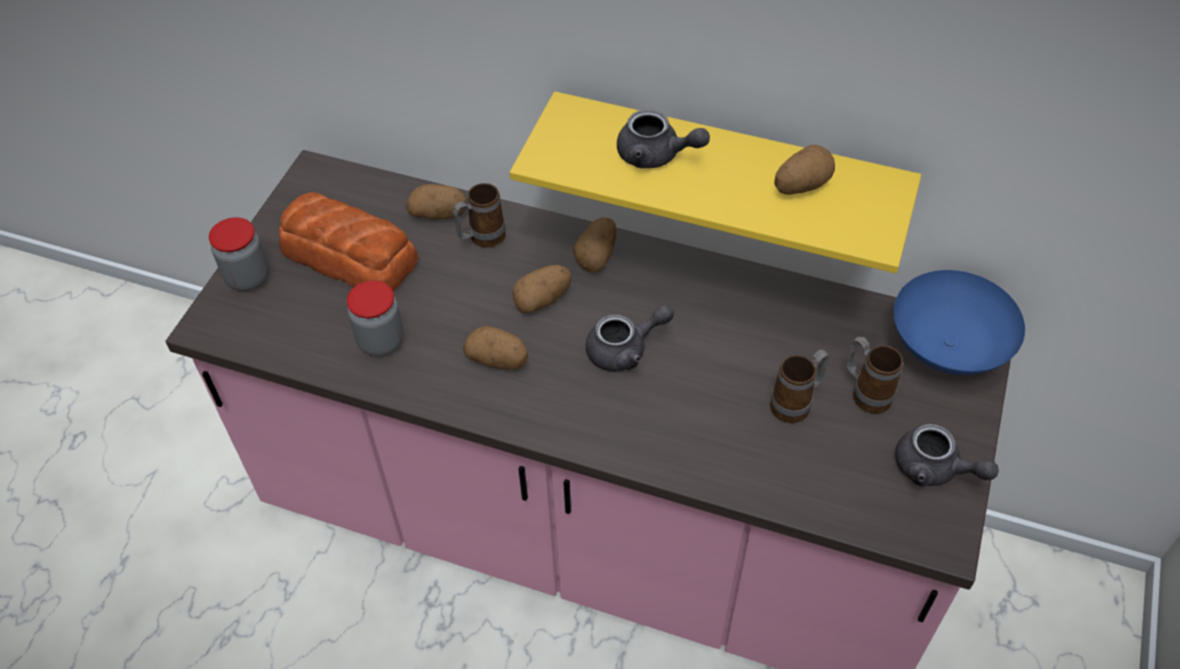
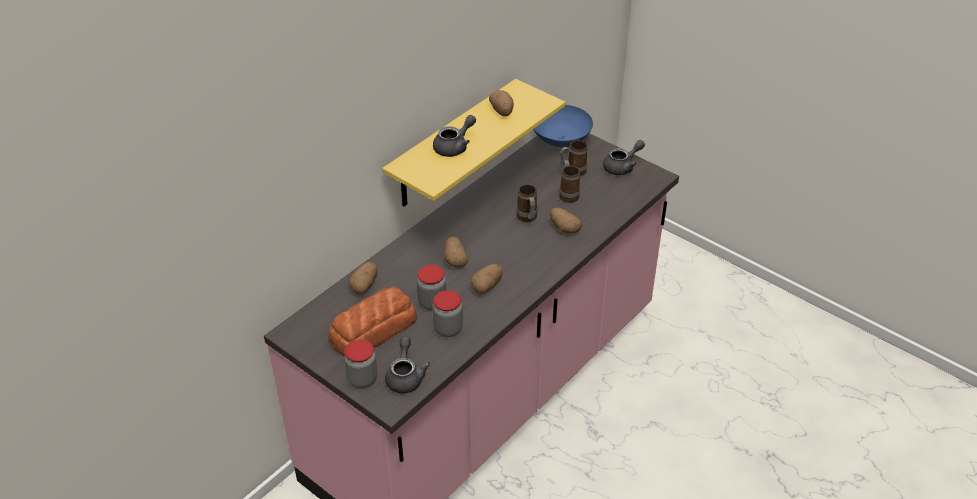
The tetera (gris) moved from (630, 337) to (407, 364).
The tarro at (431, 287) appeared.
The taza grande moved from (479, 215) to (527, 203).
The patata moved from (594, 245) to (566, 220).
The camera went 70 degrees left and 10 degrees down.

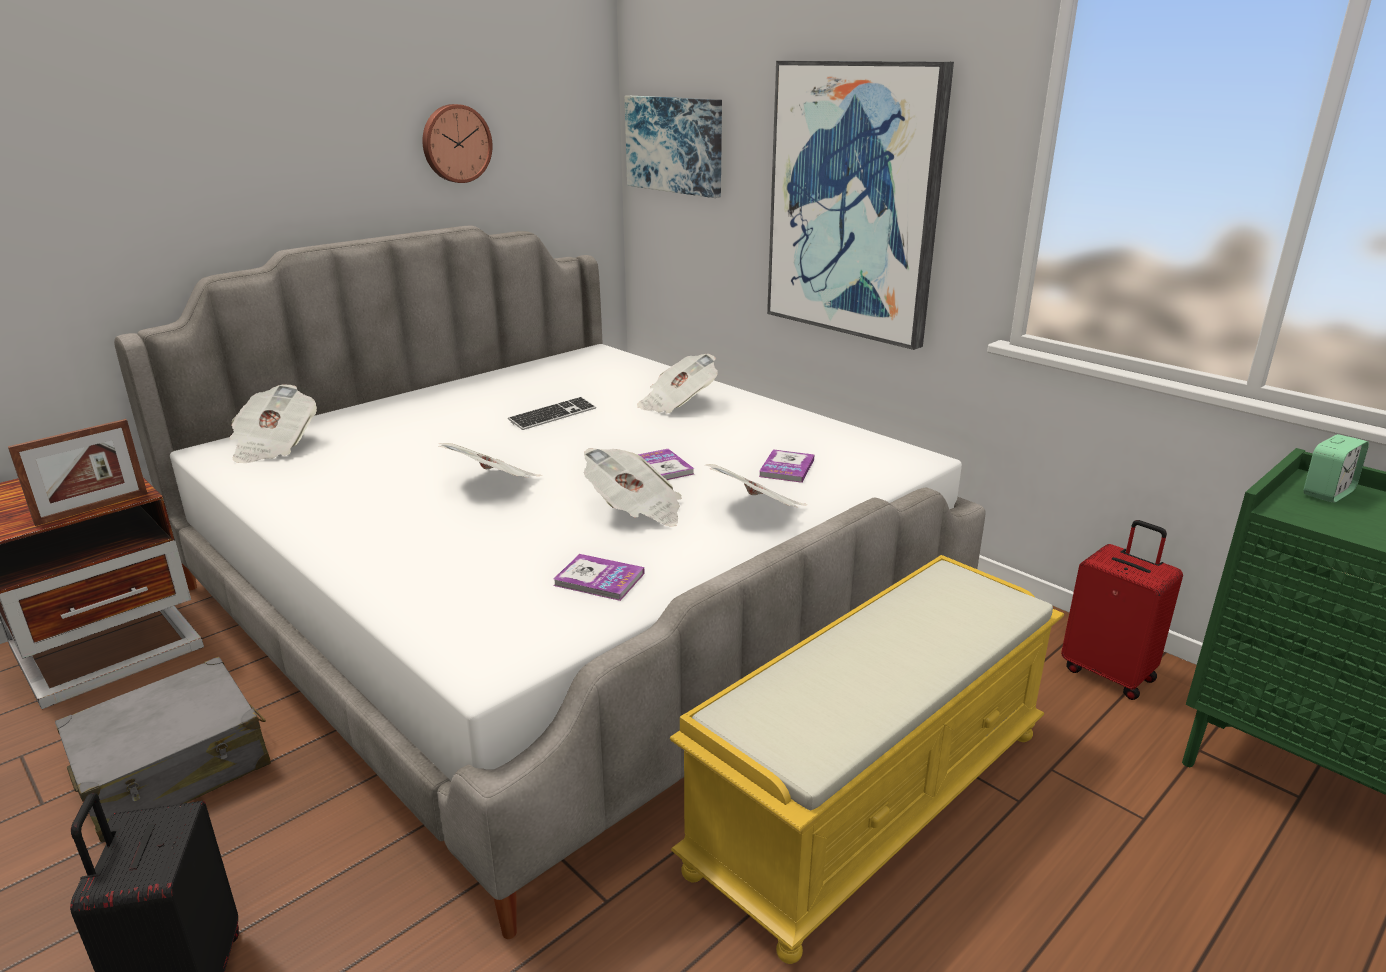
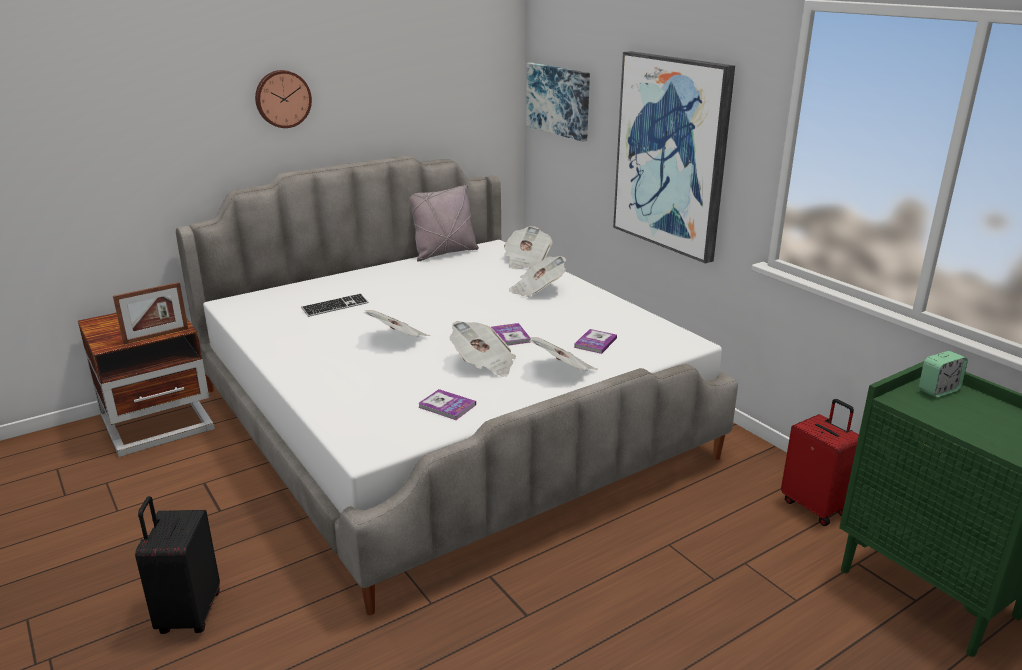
The reloj de pared moved from (457, 143) to (283, 99).
The teclado moved from (552, 413) to (335, 305).
The cojín (morado) at (444, 223) appeared.
The periódico moved from (273, 423) to (528, 247).
The maleta (gris) at (163, 749) disappeared.
The banco (amarillo) at (867, 759) disappeared.
The camera went 10 degrees right and 0 degrees up.

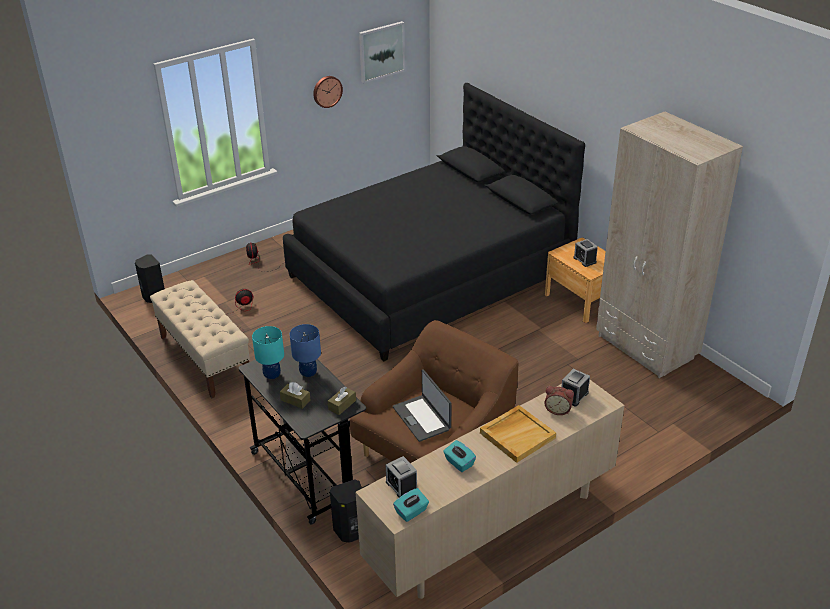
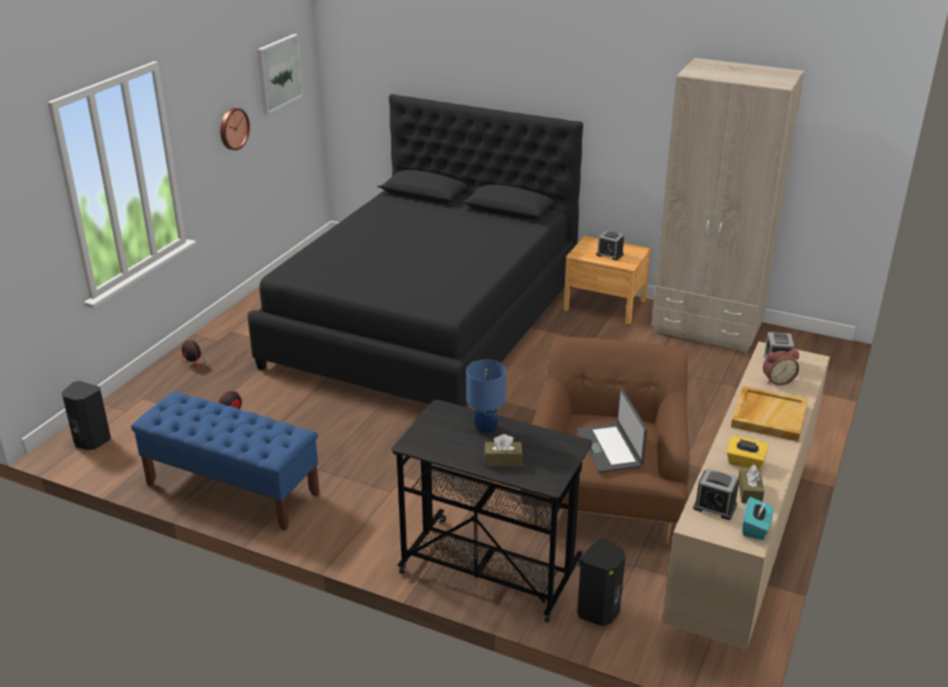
The banco (beis) at (200, 339) became the banco (azul) at (225, 461).
The portátil at (422, 405) turned 45 degrees clockwise.
The caja de pañuelos (turquesa) at (459, 456) became the caja de pañuelos (amarillo) at (747, 452).
The caja de pañuelos (marrón) moved from (342, 401) to (751, 483).
The lámpara de mesa (turquesa) at (268, 352) disappeared.
The camera went 30 degrees left and 5 degrees down.

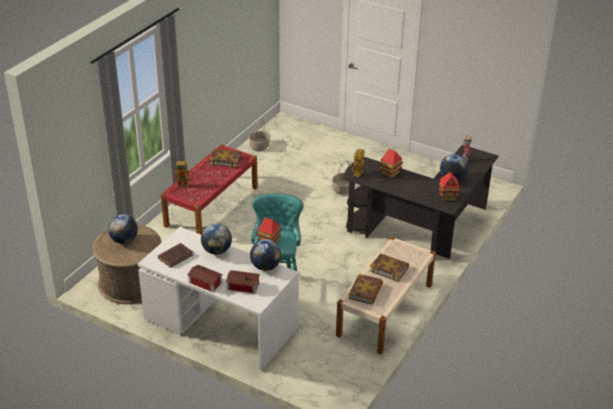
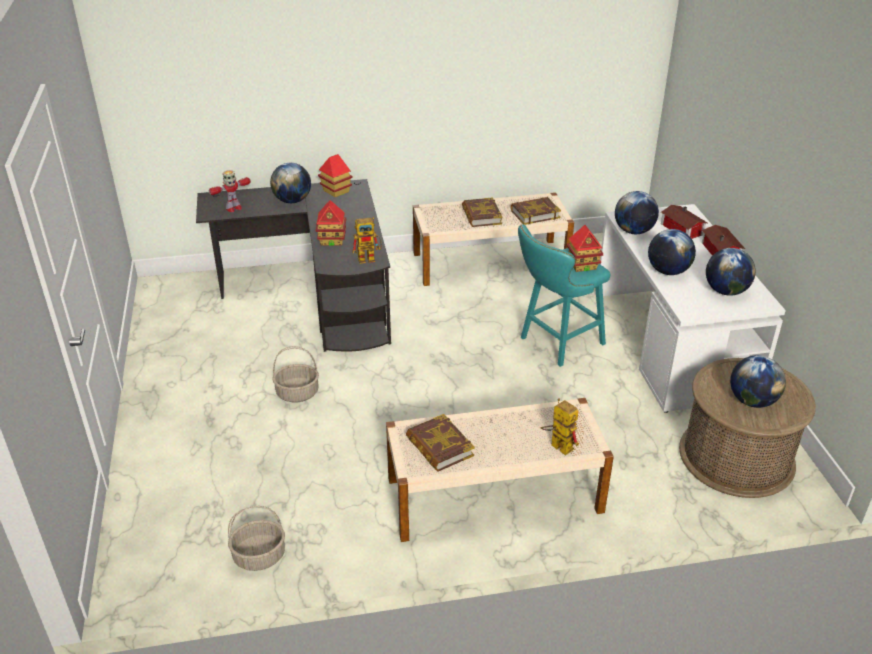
The banco (rojo) at (209, 189) became the banco (beis) at (500, 470).
The libro (marrón) at (175, 255) was replaced by the globo terráqueo at (731, 272).
The camera went 130 degrees left and 0 degrees up.

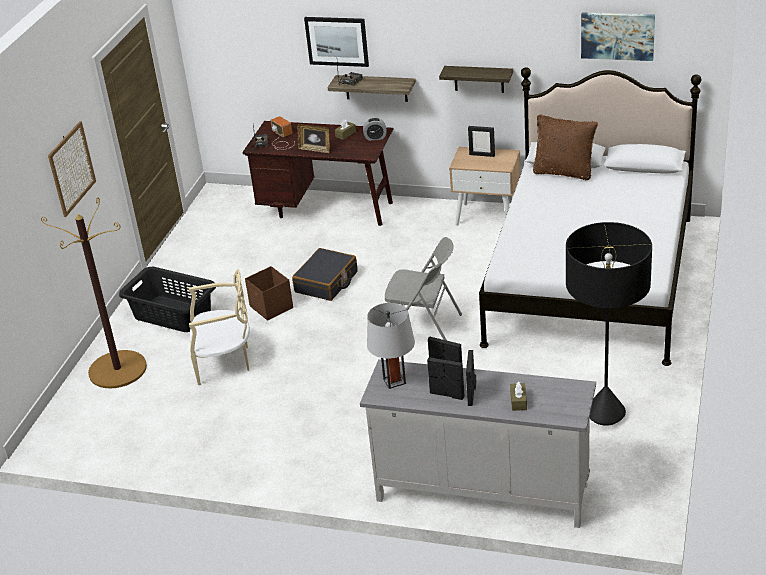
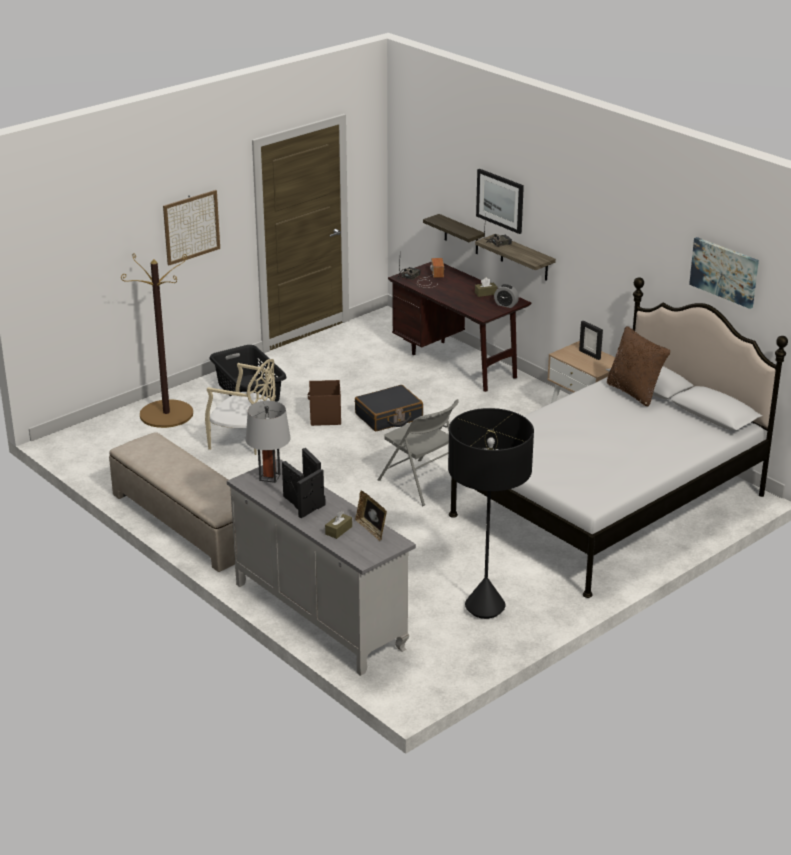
The banco (beis) at (172, 502) appeared.
The portarretratos moved from (313, 138) to (371, 516).
The estante moved from (476, 79) to (454, 234).
The camera went 30 degrees right and 5 degrees down.

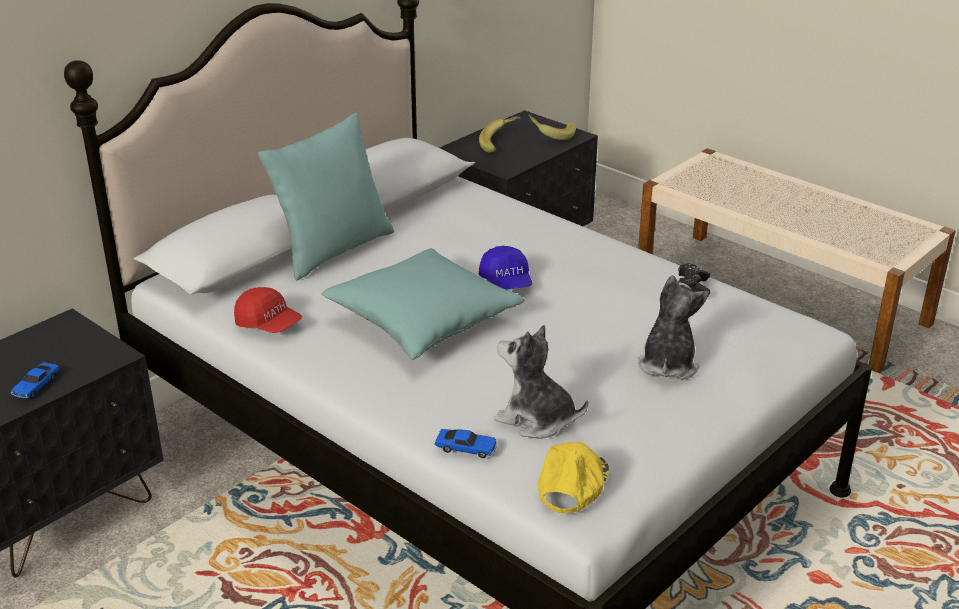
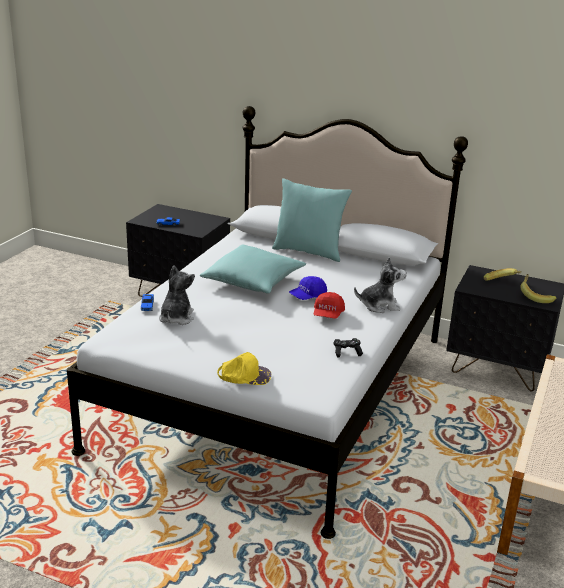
The gorra (amarillo) moved from (573, 477) to (244, 368).
The gorra (rojo) moved from (268, 310) to (329, 305).
The peluche moved from (673, 327) to (380, 285).
The camera went 70 degrees right and 5 degrees down.

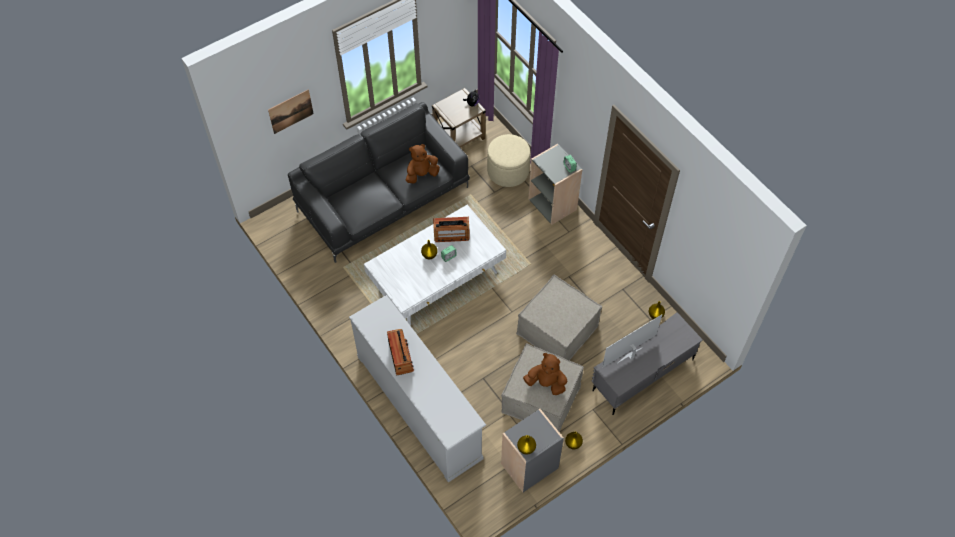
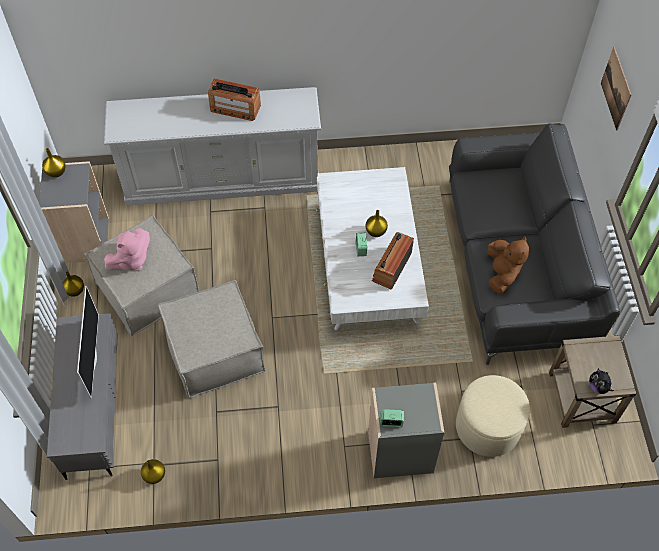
The peluche (marrón) at (545, 374) became the peluche (rosa) at (127, 249).
The camera went 120 degrees right and 0 degrees up.

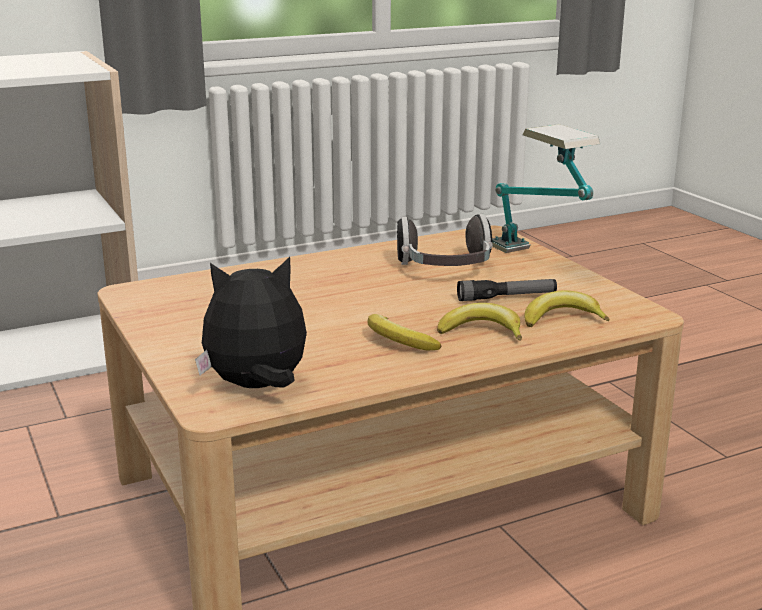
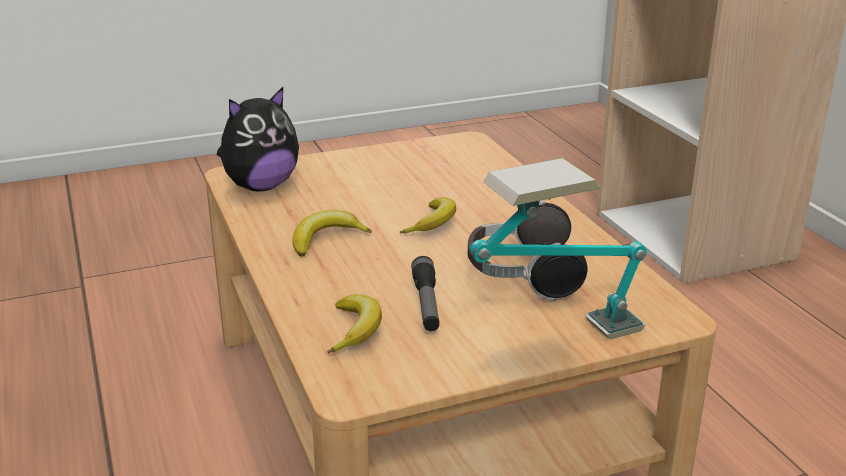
The peluche at (251, 322) turned 60 degrees clockwise.
The plátano moved from (479, 322) to (427, 215).
The camera went 95 degrees right and 5 degrees up.

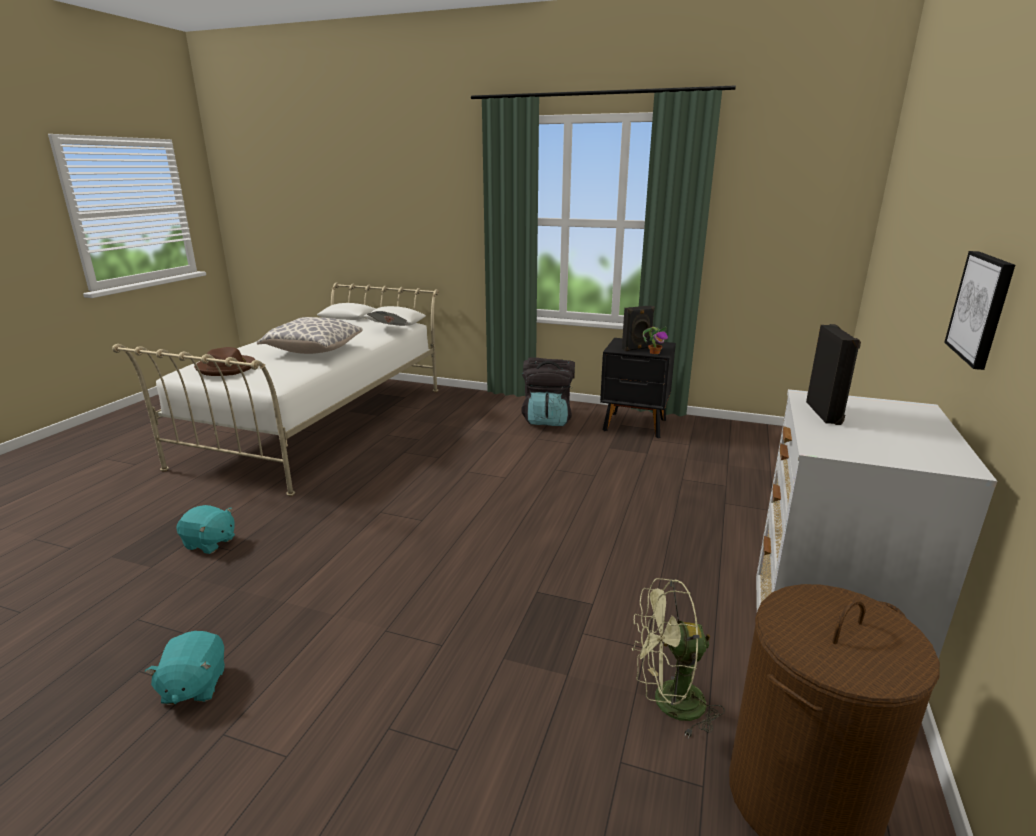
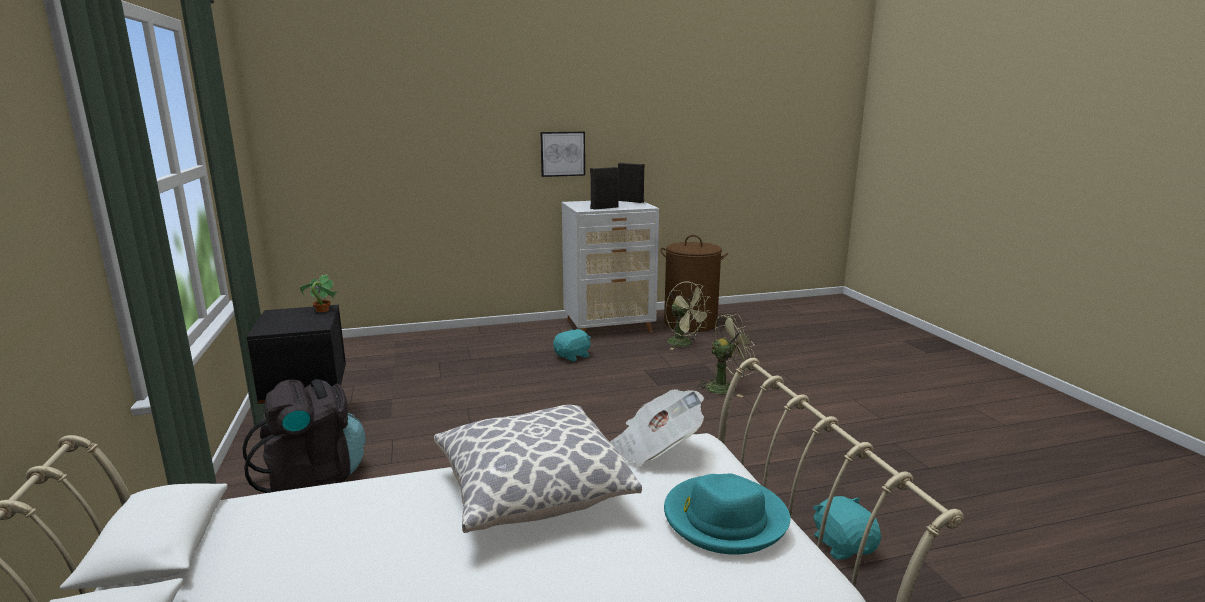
The peluche (turquesa) moved from (185, 668) to (572, 345).
The periódico moved from (387, 318) to (657, 427).
The altavoz (negro) moved from (638, 328) to (631, 183).
The sombrero (marrón) at (224, 361) became the sombrero (turquesa) at (727, 514).
The ventilador (verde) at (726, 355) appeared.
The camera went 125 degrees left and 5 degrees down.

